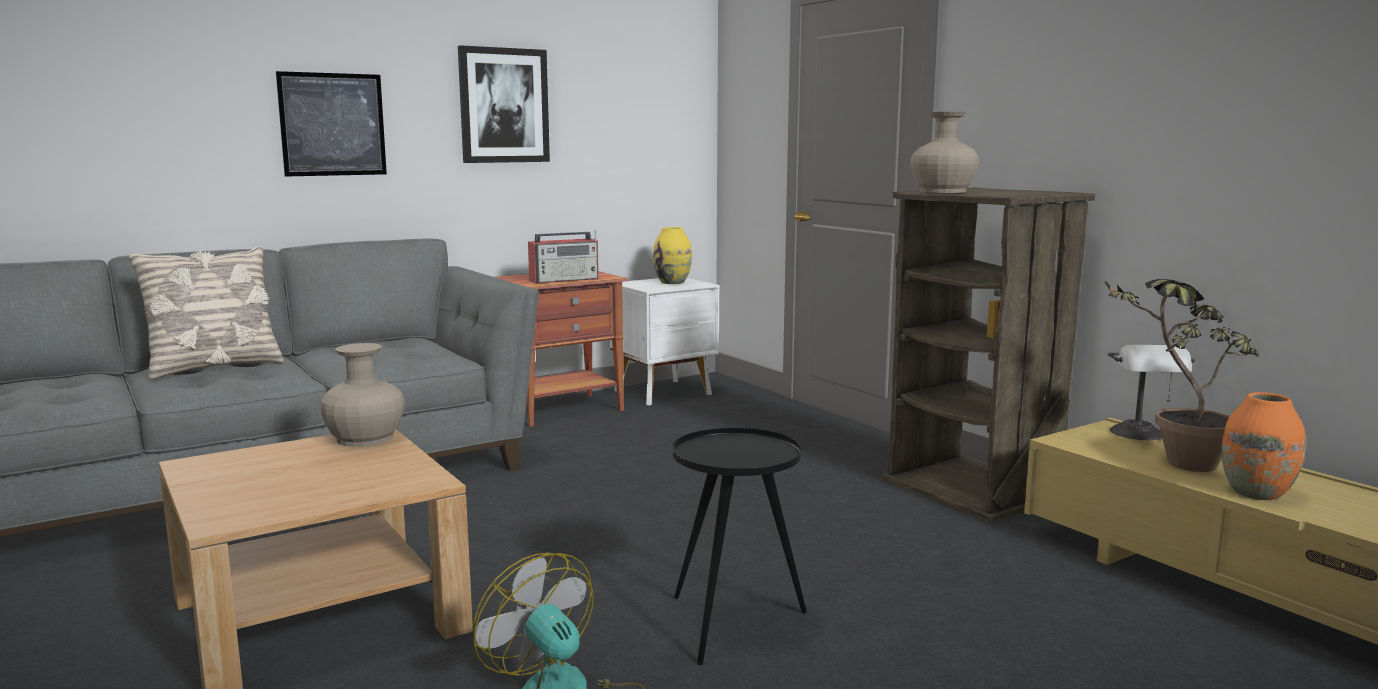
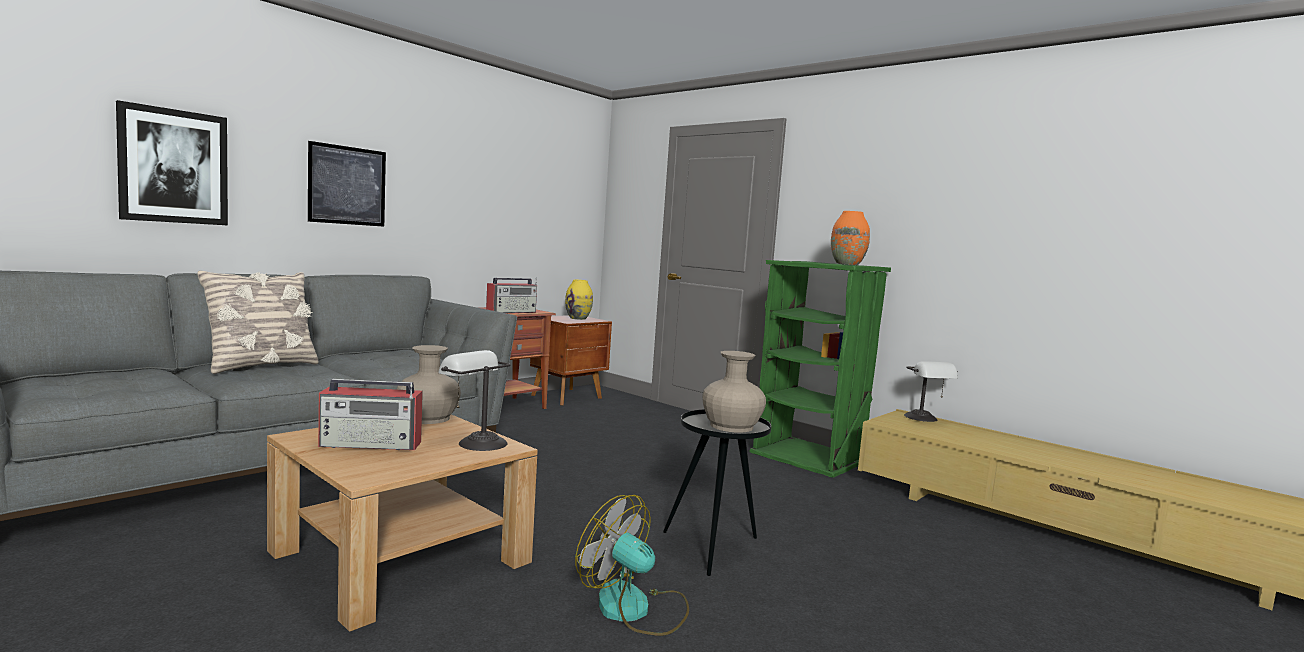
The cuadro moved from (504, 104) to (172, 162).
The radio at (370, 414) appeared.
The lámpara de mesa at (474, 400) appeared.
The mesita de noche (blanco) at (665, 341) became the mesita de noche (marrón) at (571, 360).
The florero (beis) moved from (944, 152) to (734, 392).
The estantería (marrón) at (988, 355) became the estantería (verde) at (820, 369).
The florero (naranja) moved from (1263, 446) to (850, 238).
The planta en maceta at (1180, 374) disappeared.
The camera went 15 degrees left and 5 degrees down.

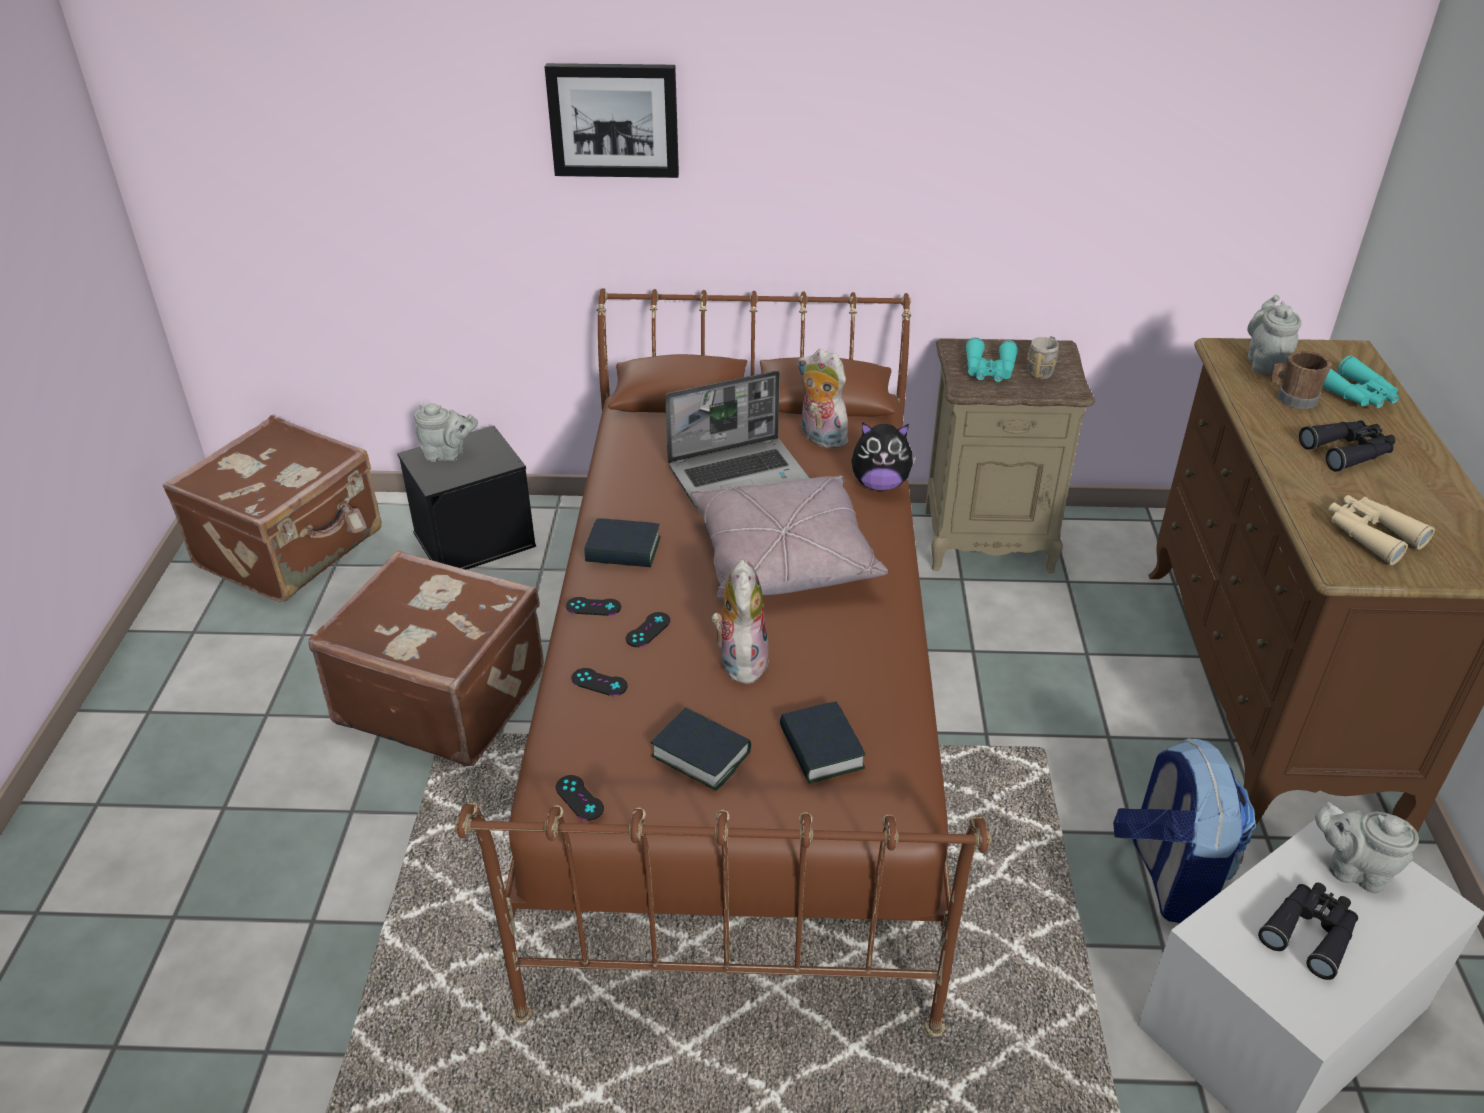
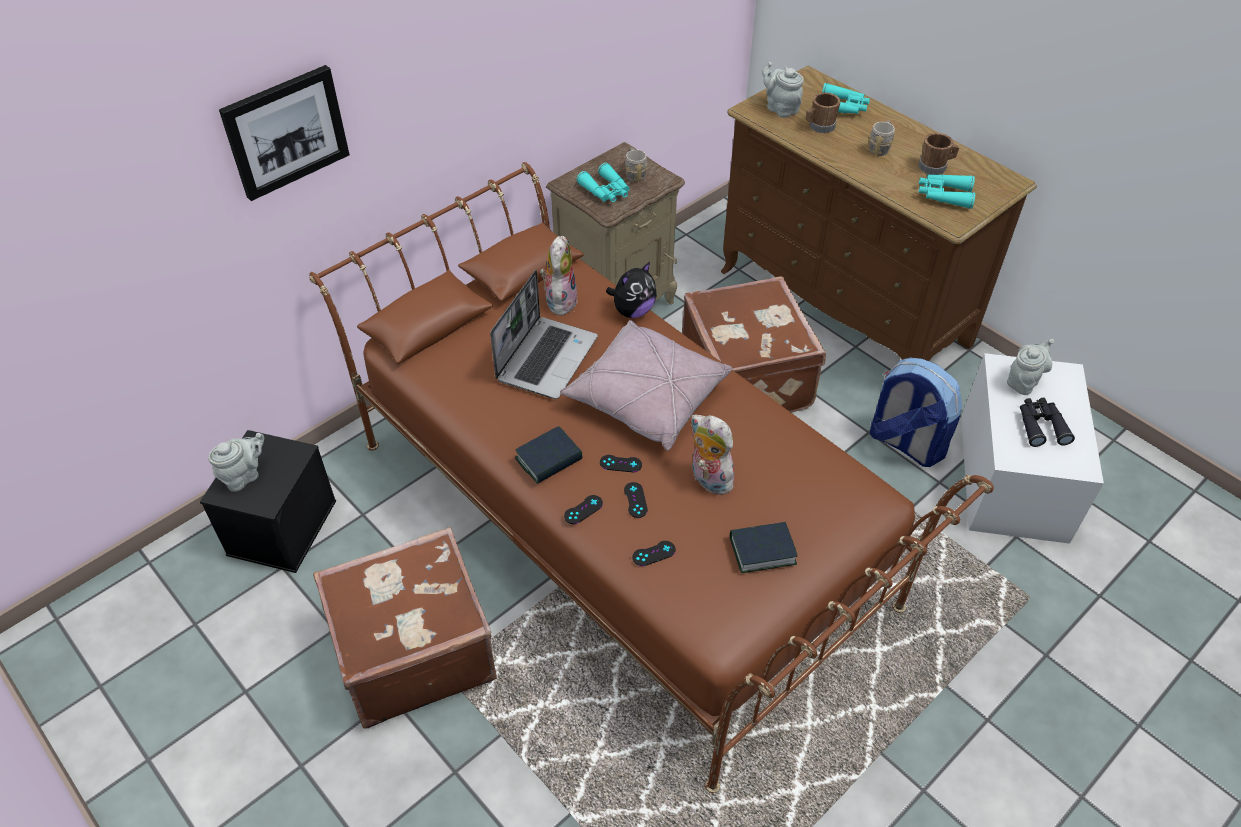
The peluche at (822, 399) turned 105 degrees clockwise.
The mando de consola (negro) moved from (579, 798) to (621, 463).
The maleta (marrón) moved from (272, 508) to (754, 344).
The prismáticos (negro) at (1347, 445) was replaced by the taza grande (gris) at (882, 138).
The taza grande (marrón) at (939, 154) appeared.
The prismáticos (beis) at (1381, 530) became the prismáticos (turquesa) at (947, 191).
The tetera (gris) at (1367, 847) turned 150 degrees clockwise.
The libro at (823, 742) disappeared.
The camera went 45 degrees left and 10 degrees up.

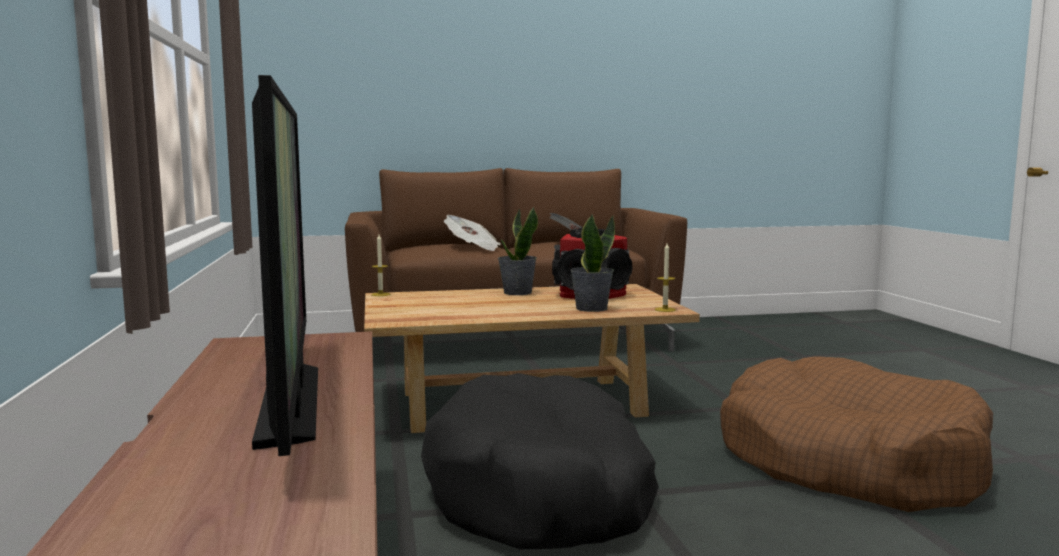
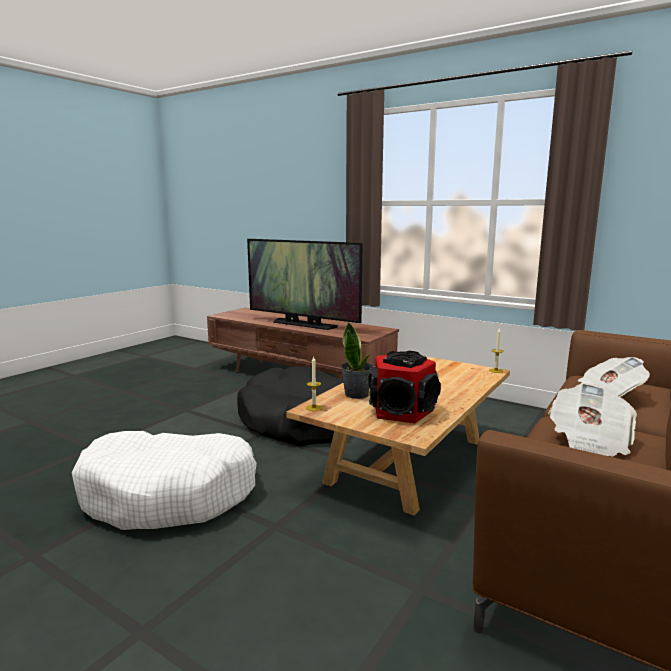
The cama para perro (marrón) at (856, 434) became the cama para perro (blanco) at (164, 480).
The planta en maceta at (518, 251) disappeared.
The camera went 135 degrees right and 5 degrees up.

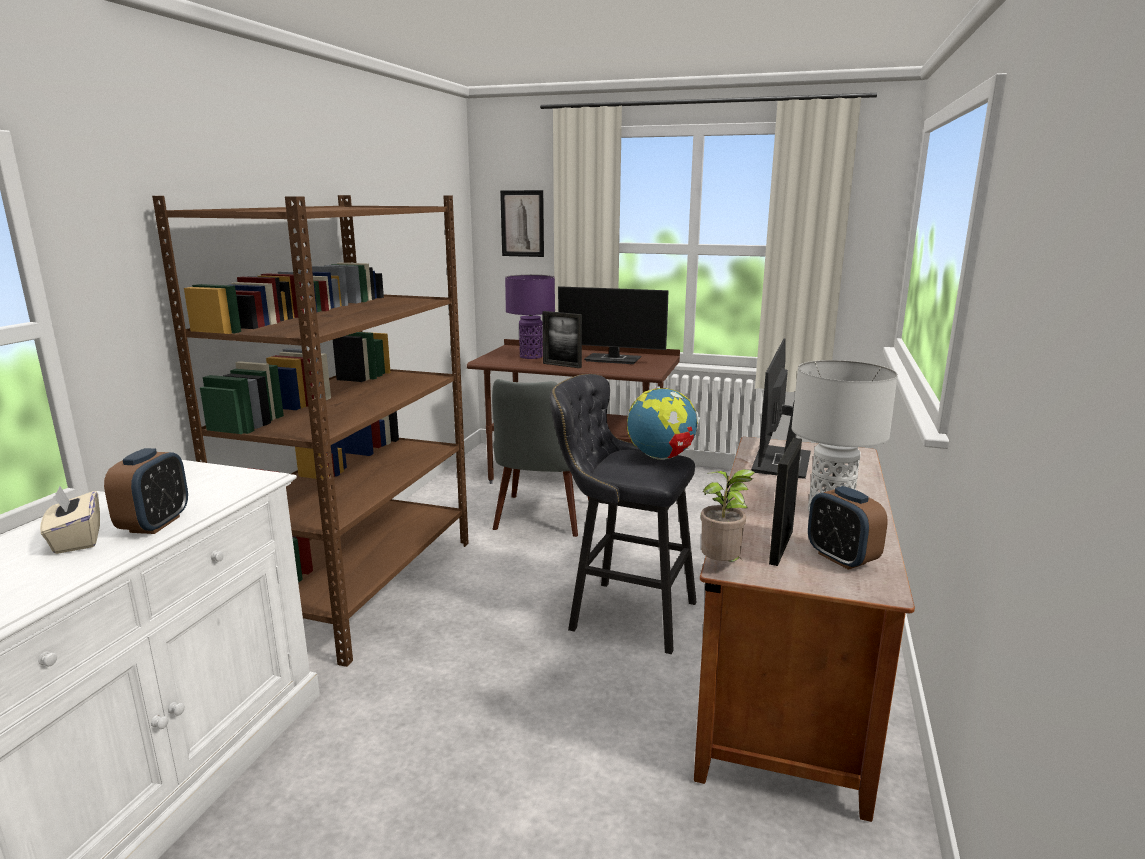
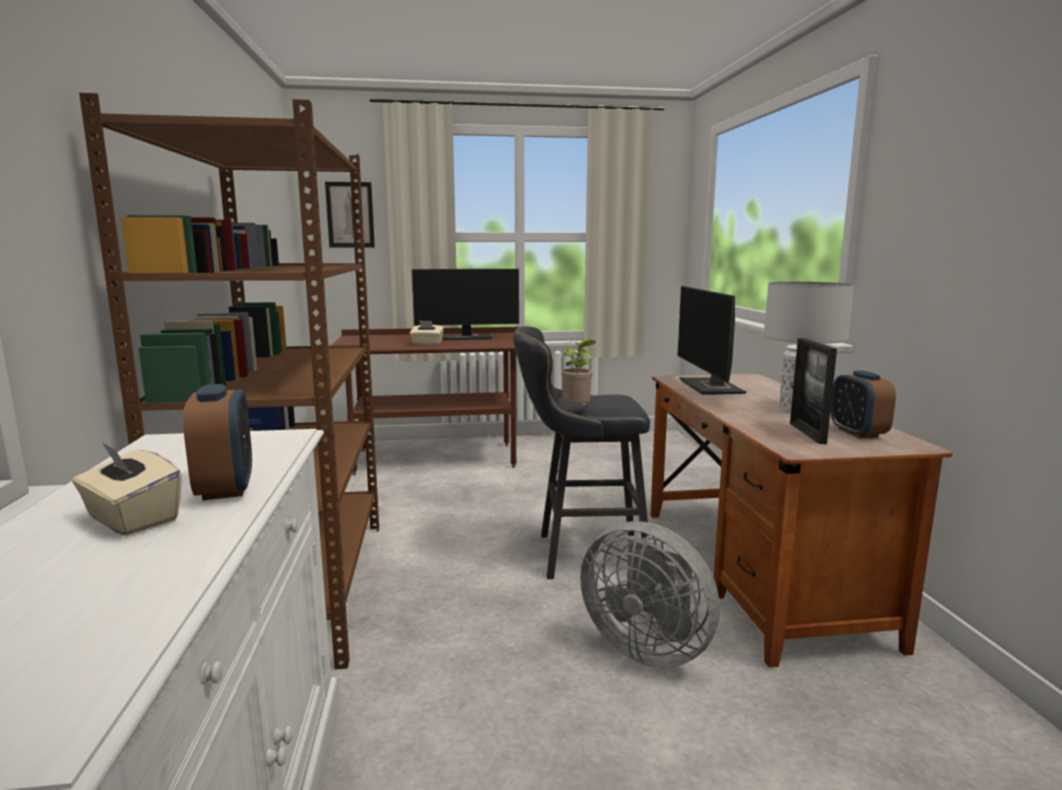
The portarretratos at (562, 339) was replaced by the caja de pañuelos (beis) at (427, 332).
The planta en maceta moved from (728, 515) to (578, 373).
The ventilador (gris) at (650, 594) appeared.
The despertador at (848, 528) turned 45 degrees clockwise.
The silla (gris) at (540, 458) disappeared.
The lámpara de mesa (morado) at (530, 316) disappeared.
The globo terráqueo at (663, 423) disappeared.
The camera went 25 degrees left and 5 degrees down.

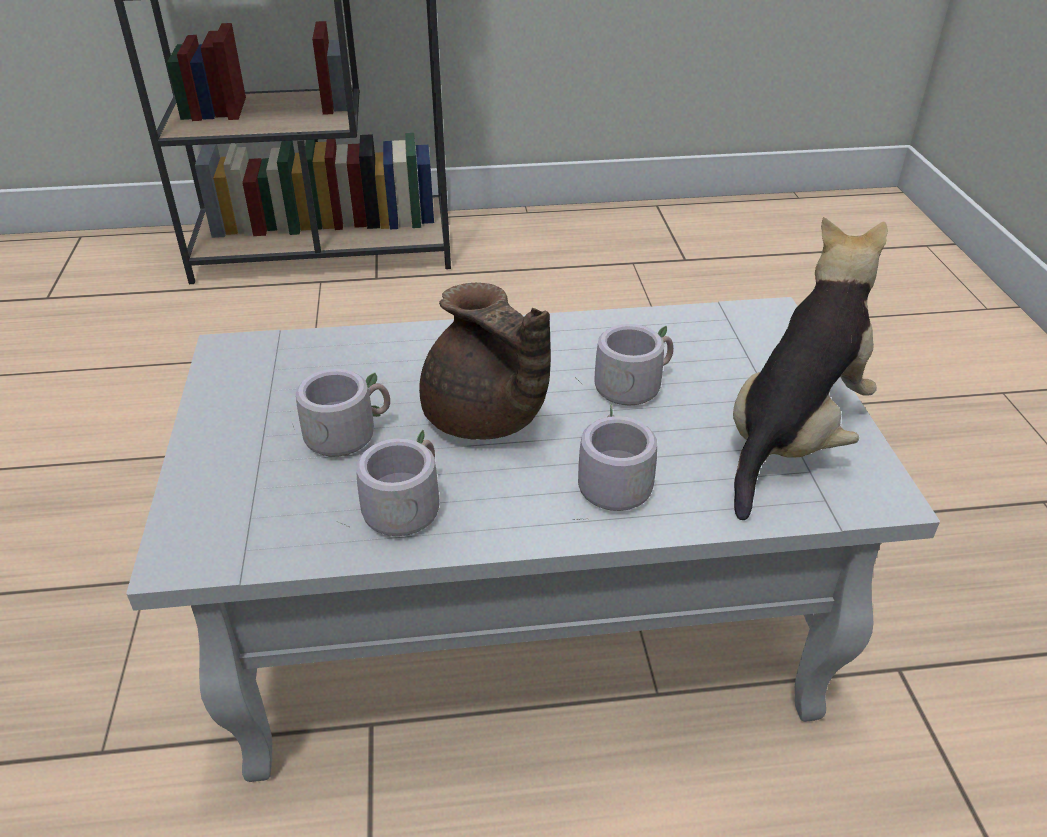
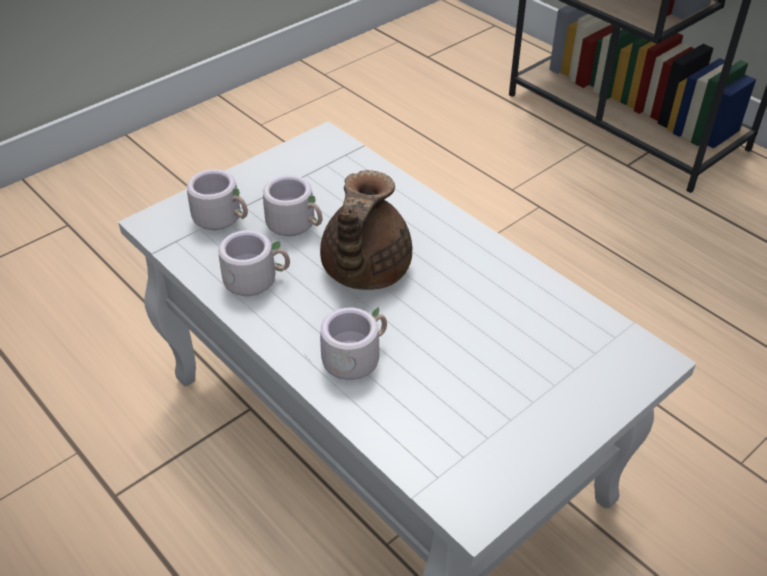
The taza grande (gris) moved from (624, 365) to (217, 199).
The peluche at (810, 368) disappeared.
The camera went 55 degrees right and 5 degrees up.

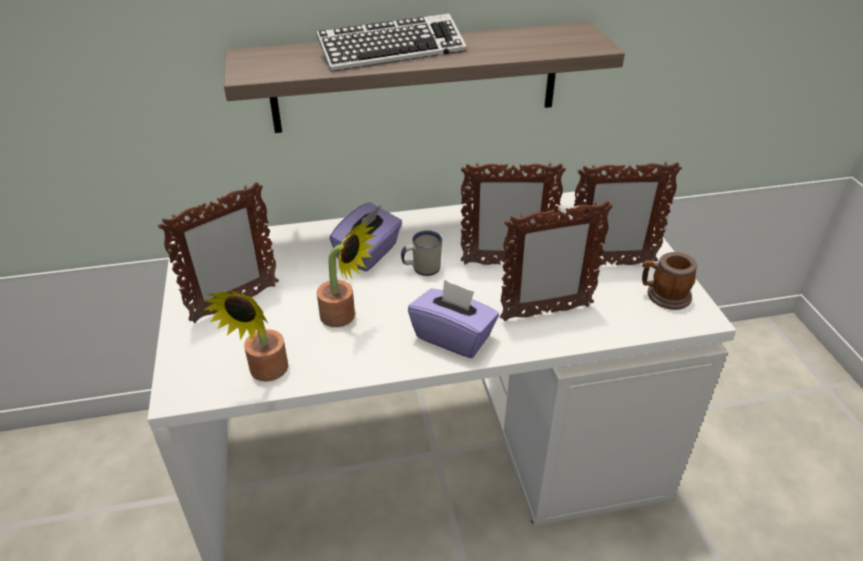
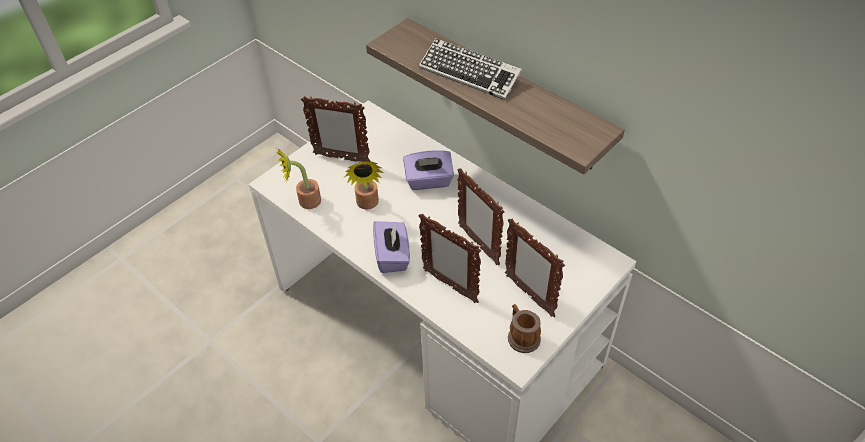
The taza grande (blanco) at (421, 253) disappeared.
The camera went 55 degrees right and 10 degrees up.

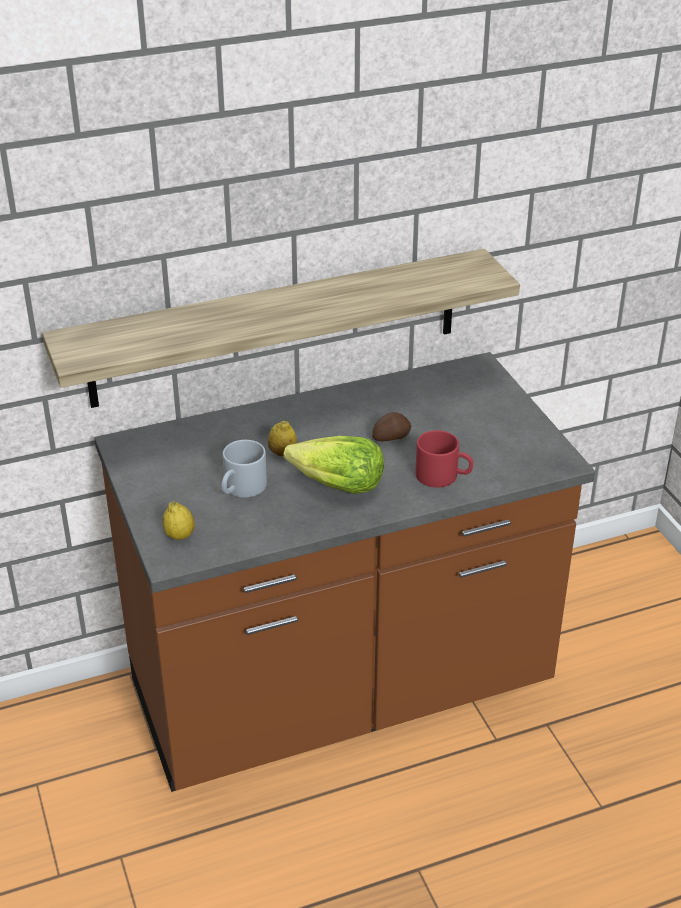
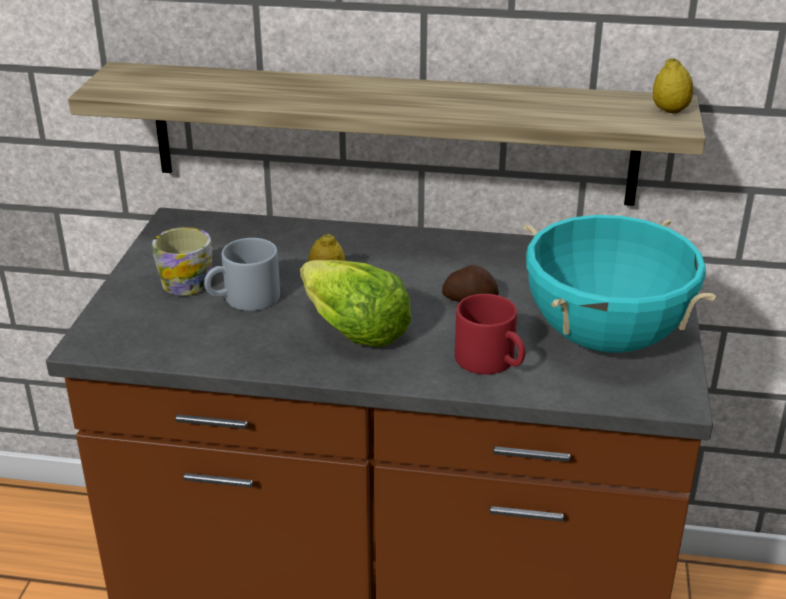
The taza grande at (182, 261) appeared.
The olla (turquesa) at (620, 284) appeared.
The limón moved from (179, 520) to (673, 85).
The camera went 30 degrees right and 5 degrees down.

